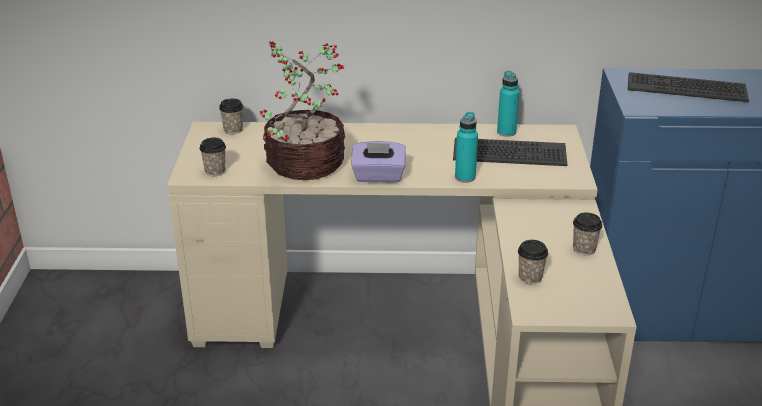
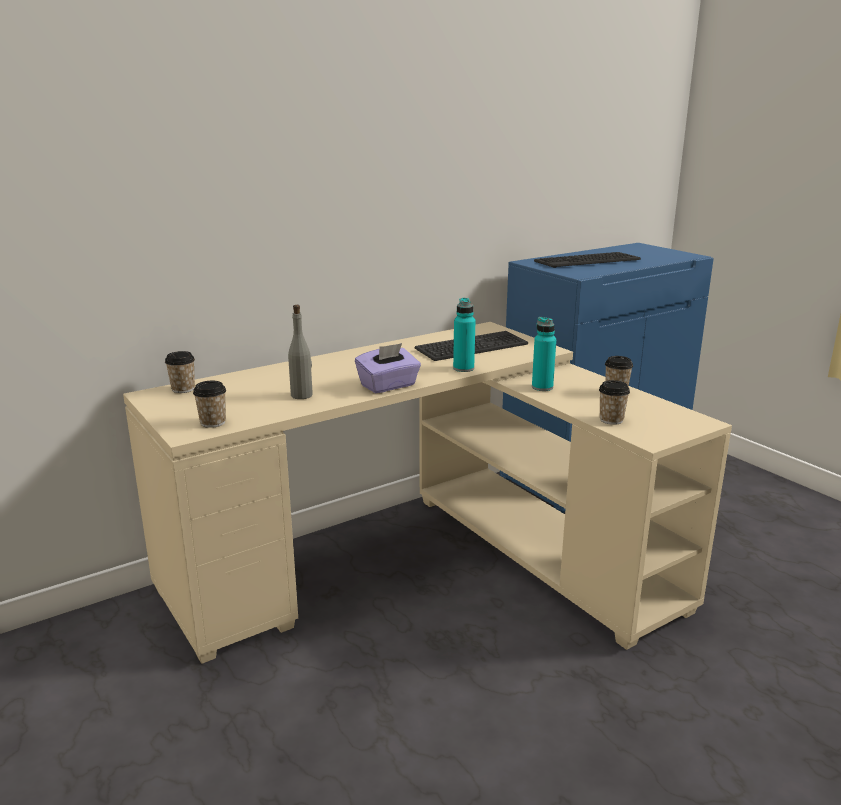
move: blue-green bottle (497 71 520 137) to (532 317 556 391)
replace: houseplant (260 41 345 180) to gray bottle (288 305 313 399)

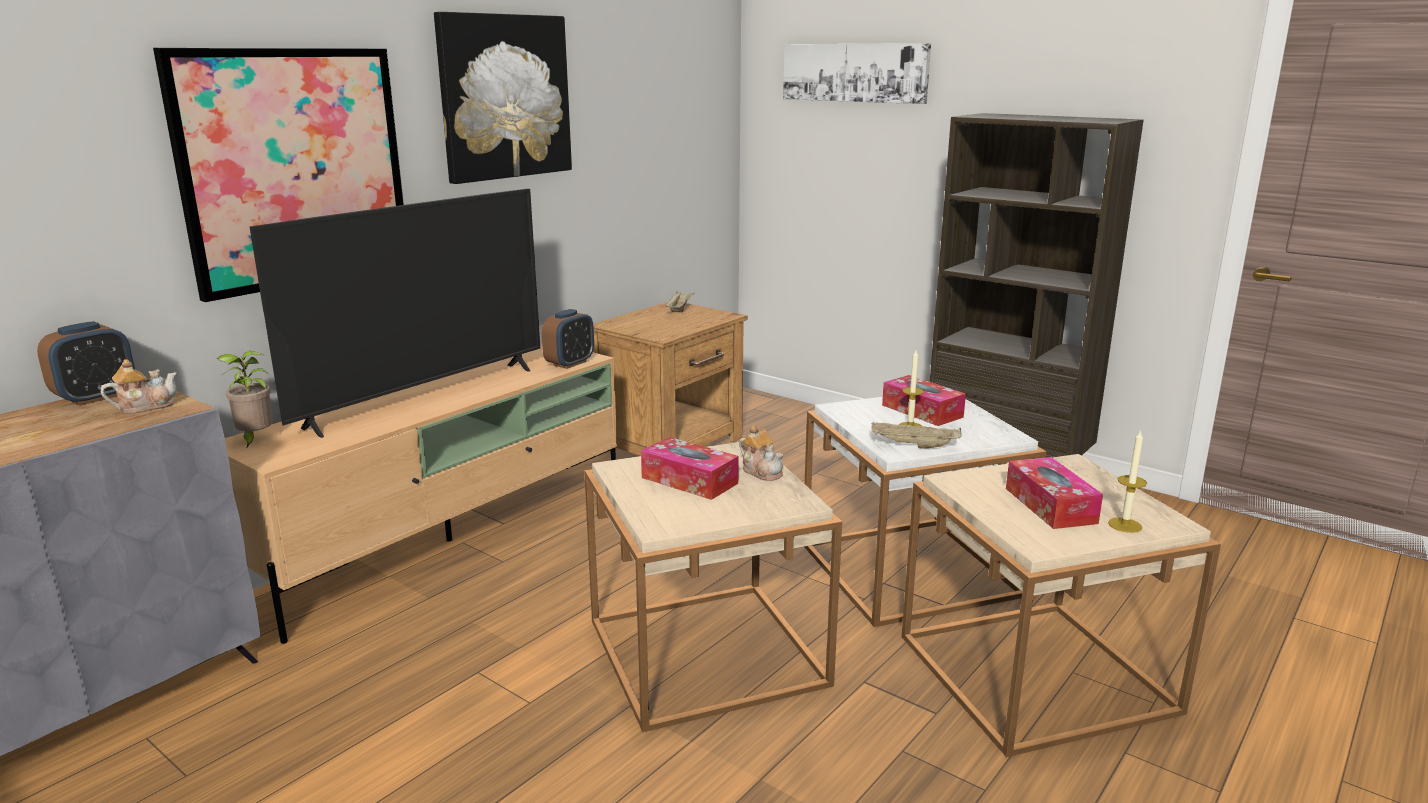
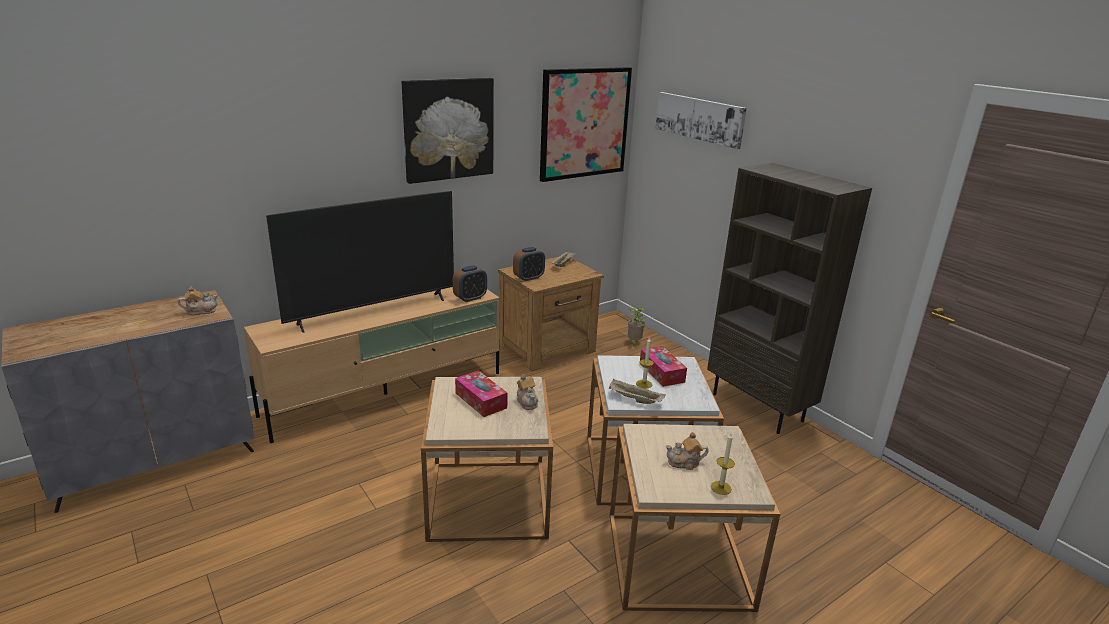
move: picture (153 48 404 302) to (540 67 632 182); table clock (37 321 135 406) to (513 247 545 281); houseplant (217 351 273 449) to (628 307 646 347)
replace: tissue holder (1006 457 1103 529) to pot for tea (665 432 709 470)

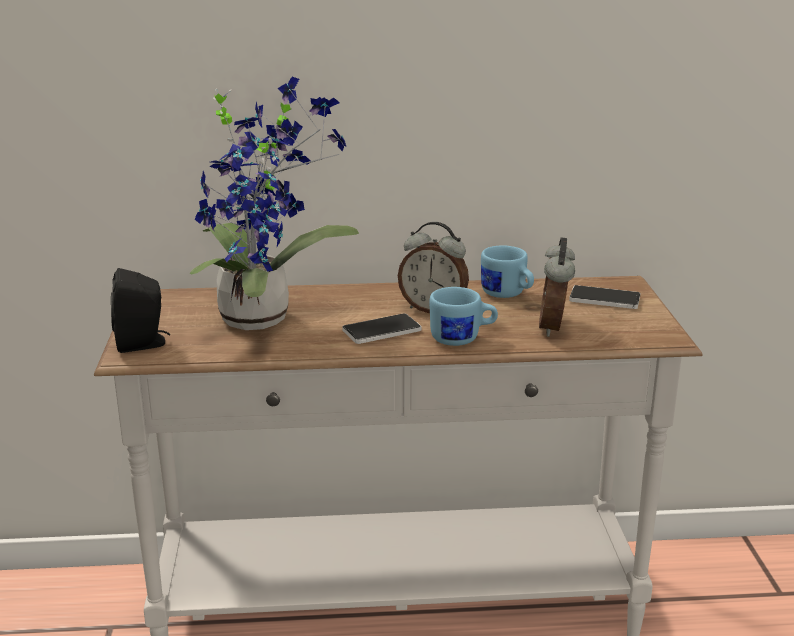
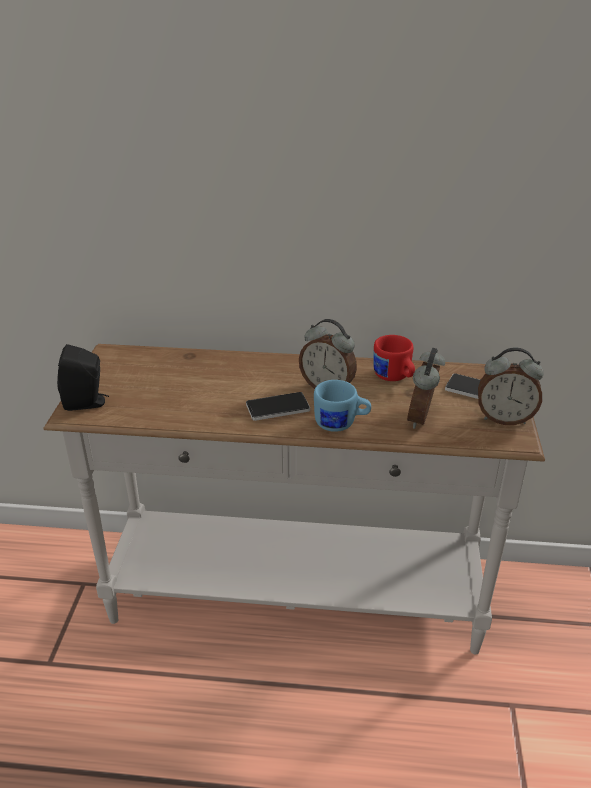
delete: houseplant (189 77 359 330)
insert: table clock (478 348 544 425)
recolor: bluish mug (481 245 534 298) to red-coloured mug (373 335 415 381)

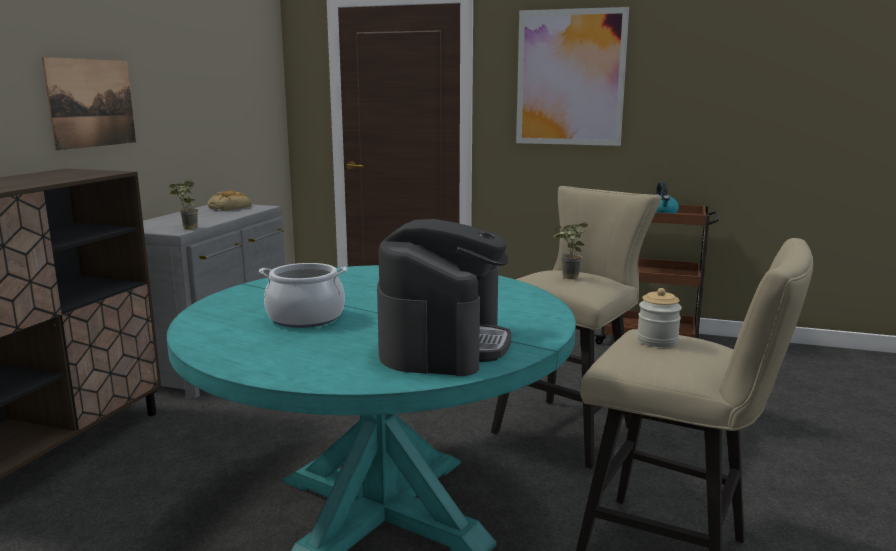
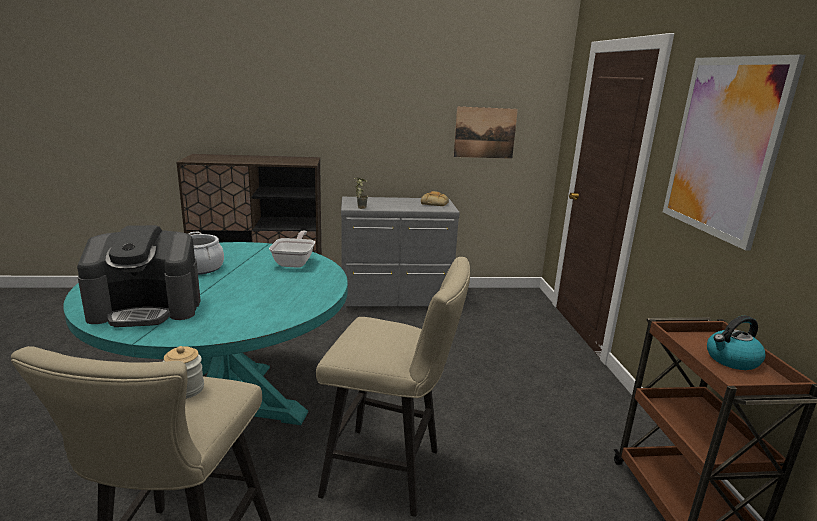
delete: houseplant (553 222 588 279)
insert: frying pan (269 231 315 268)
move: picture (42 57 136 151) to (454 107 518 159)

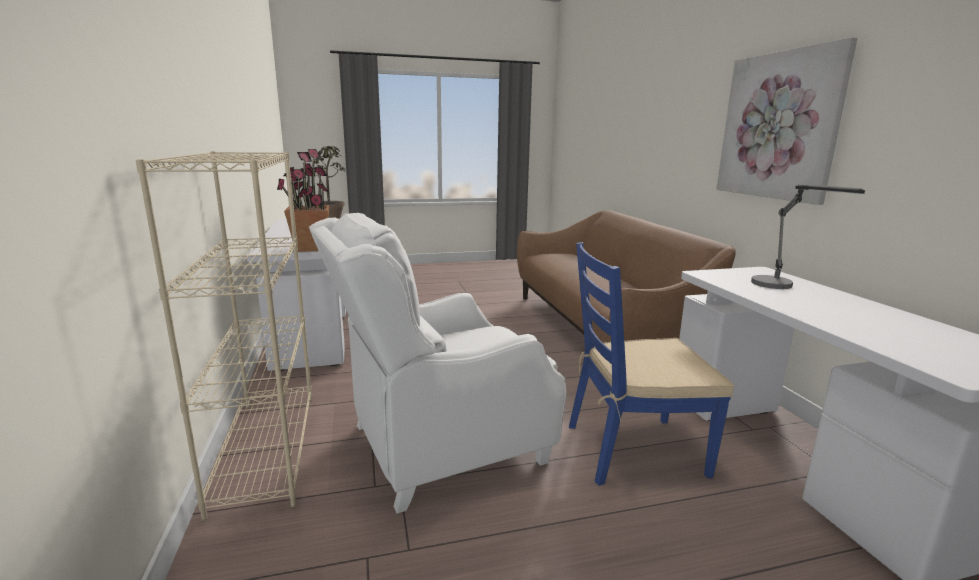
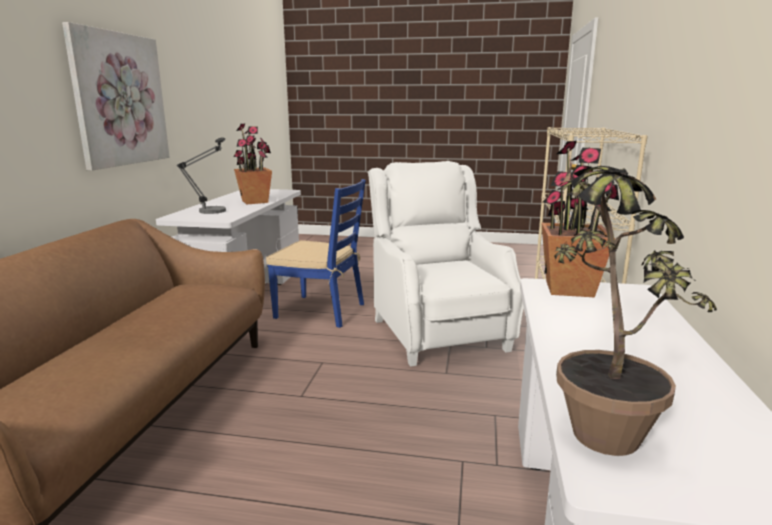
insert: houseplant (233 123 272 204)
rotate: white-coloured lounge chair (309 213 567 514) = (367 161 524 367) 105 degrees counterclockwise

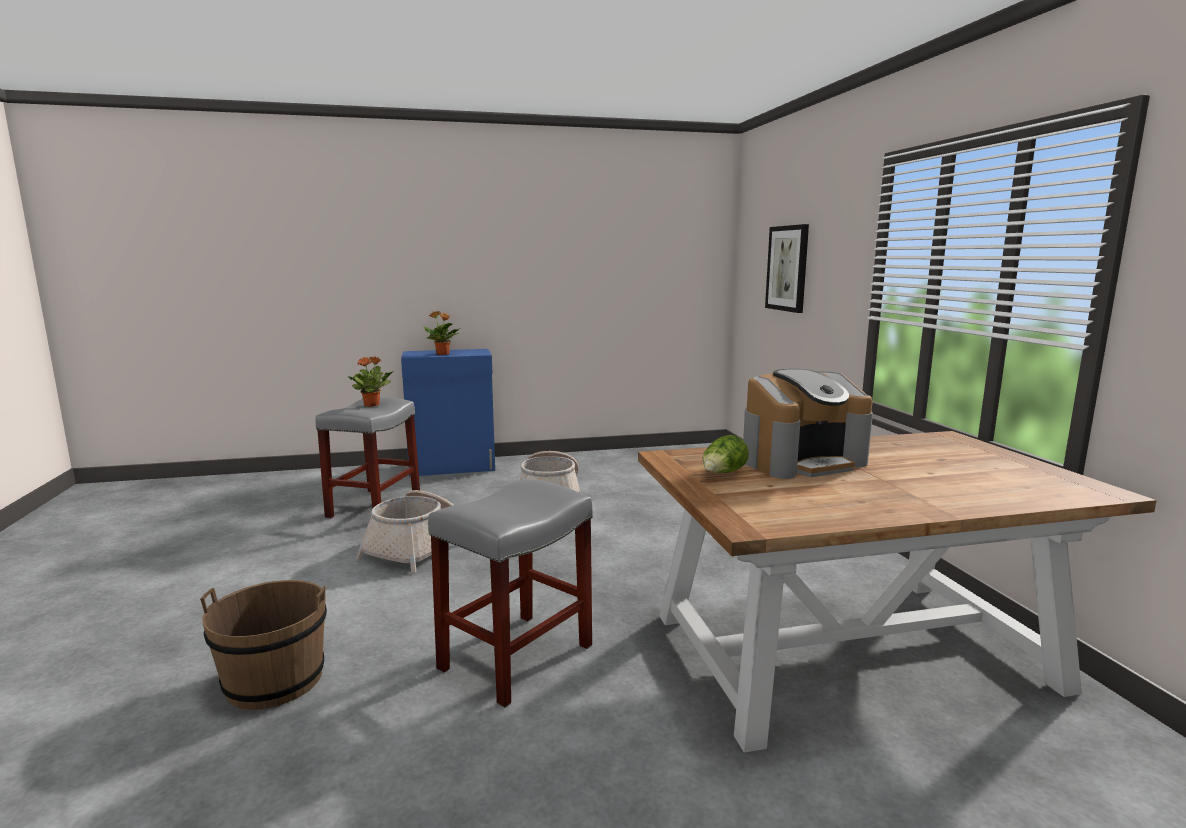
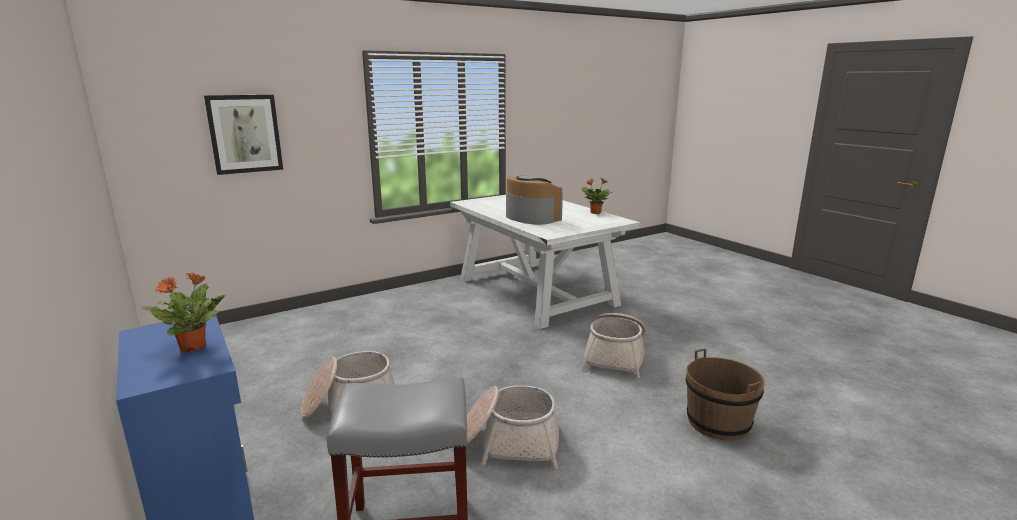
delete: head of lettuce (703 435 749 473)
move: houseplant (347 356 393 407) to (582 177 612 214)
replace: gray sitting stool (428 479 593 708) to basket (581 313 646 378)
recolor: brownish kitchen table (638 431 1157 753) to white-coloured kitchen table (450 195 640 329)

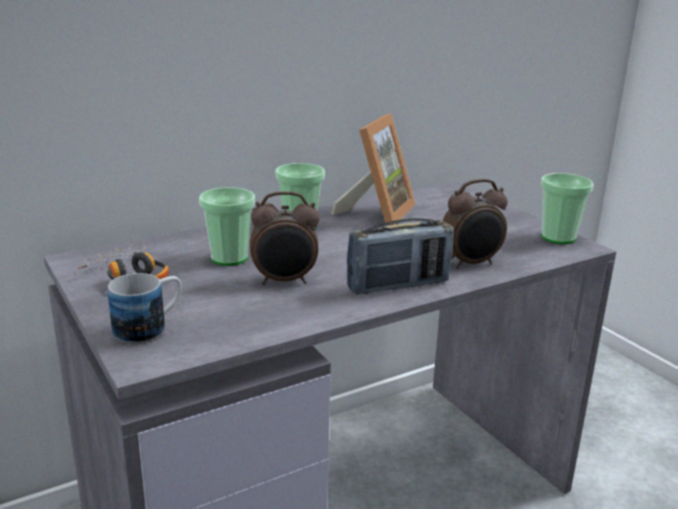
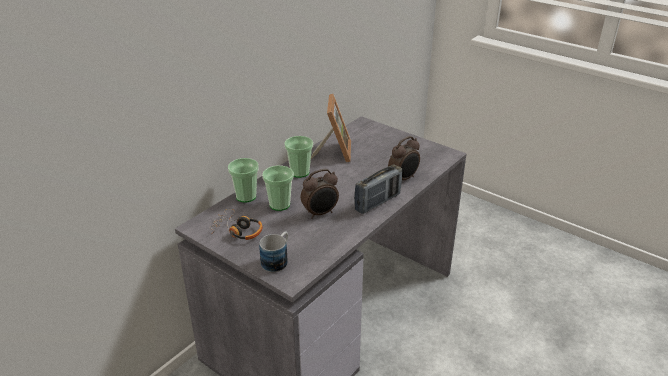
move: drinking cup (541 173 594 244) to (228 158 259 203)

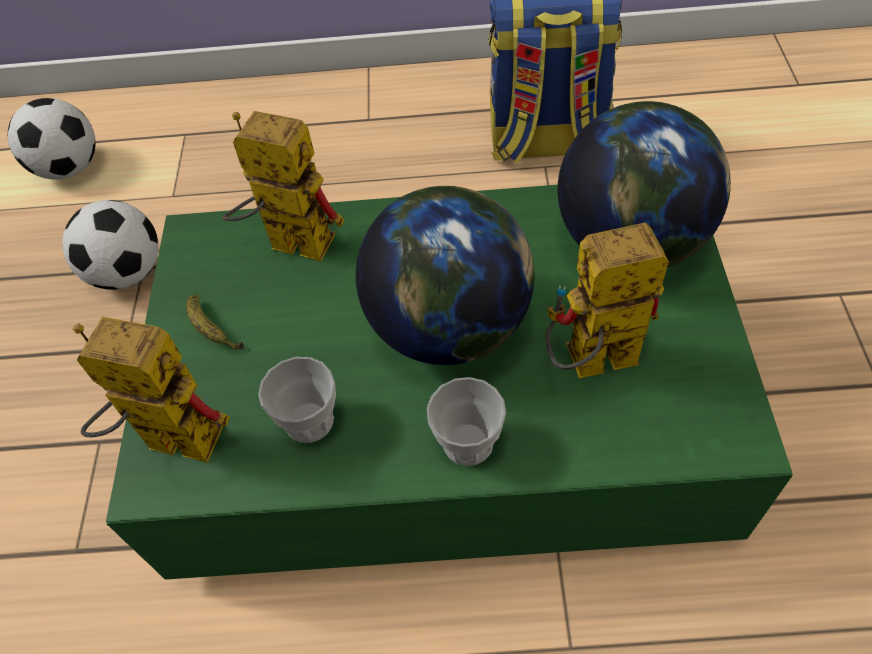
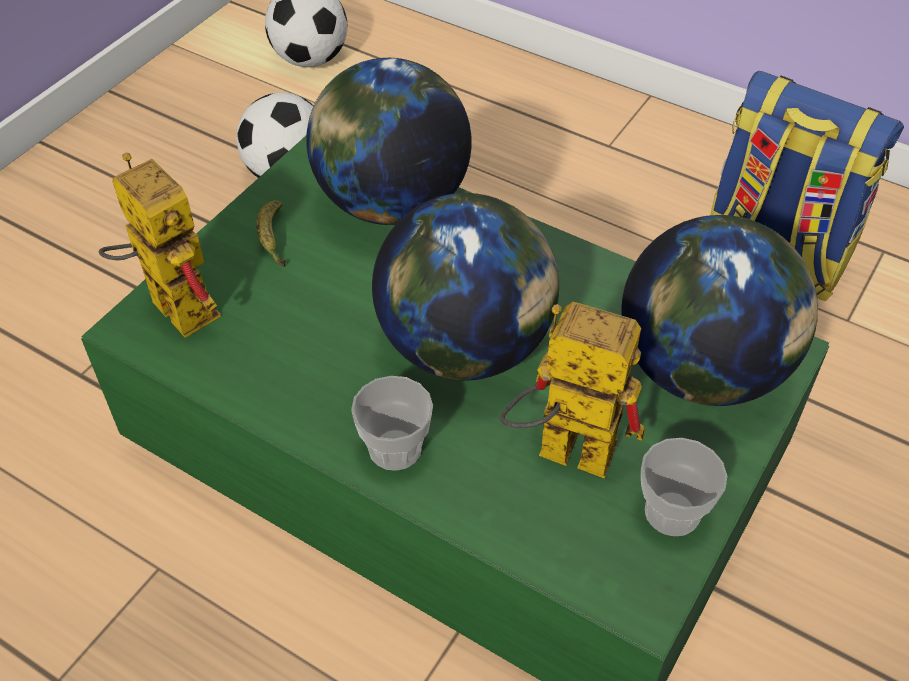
move: drinking cup (258 357 336 443) to (641 438 727 536)
replace: model robot (223 111 344 262) to desk globe (306 58 472 225)

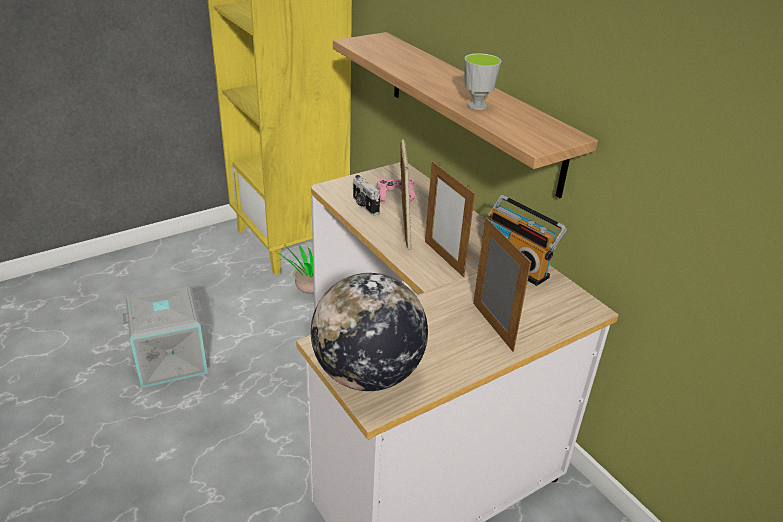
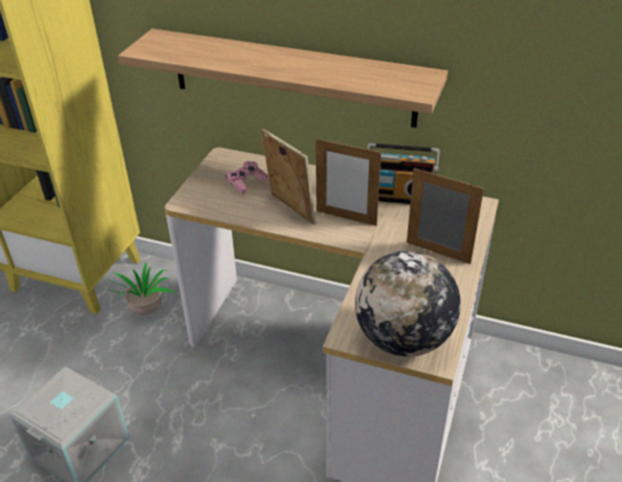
delete: drinking cup (464 53 501 110); still camera (353 175 380 215)

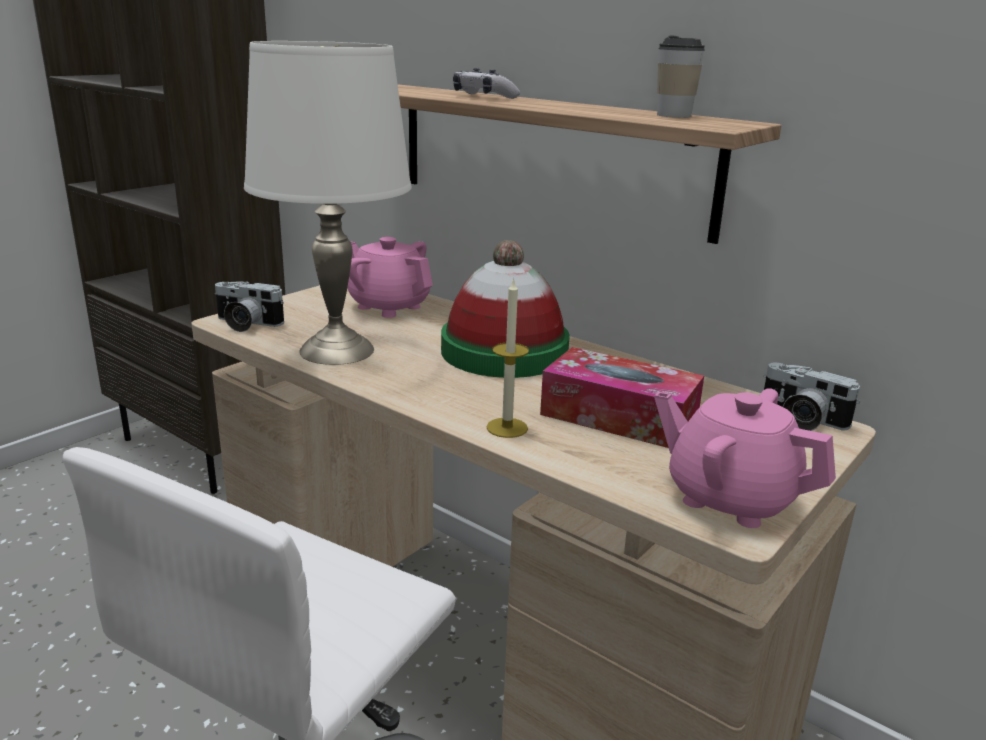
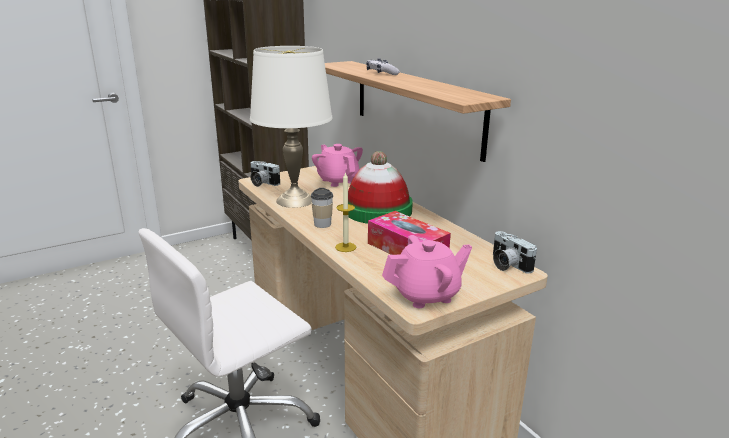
move: drinking cup (657 36 705 118) to (311 188 333 228)
rotate: pinkish pot for tea (654 388 836 528) = (382 235 472 308) 105 degrees clockwise

